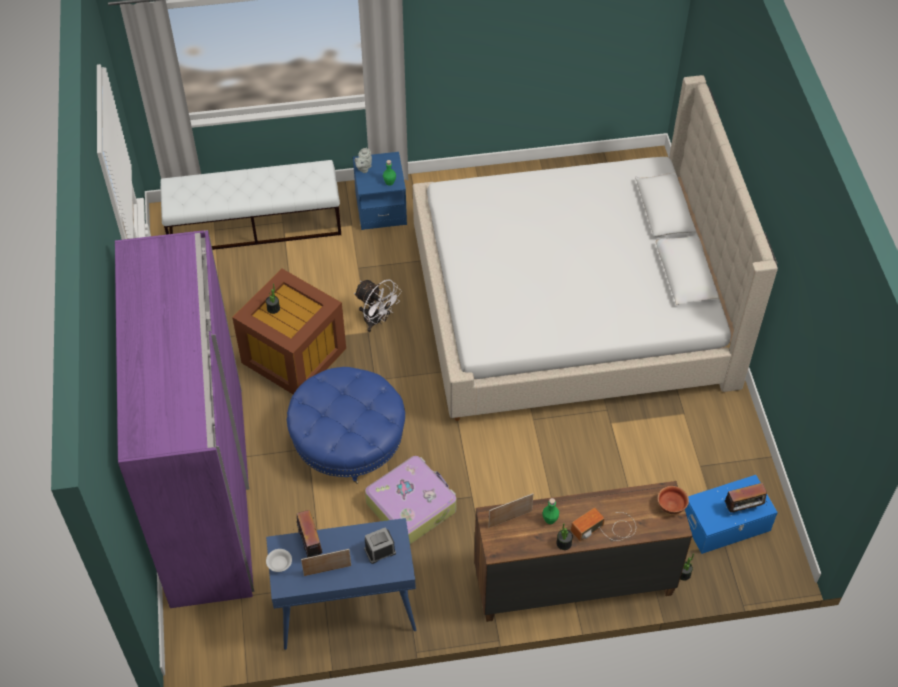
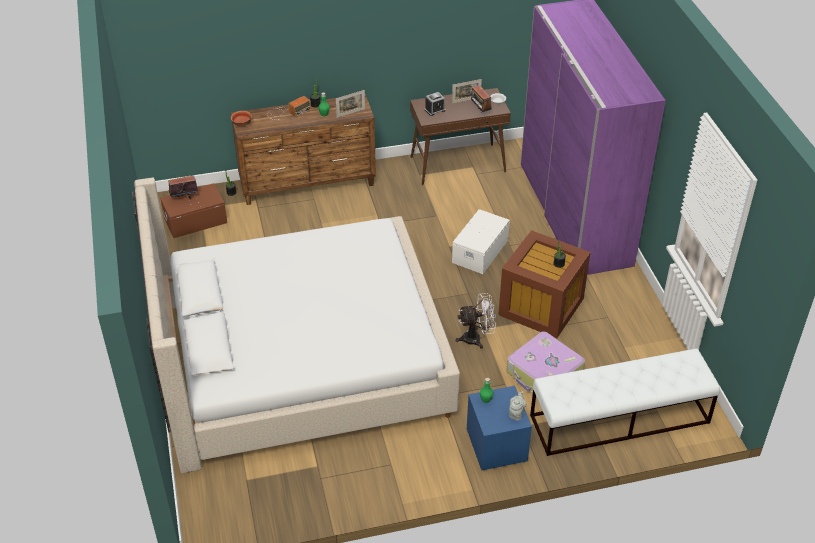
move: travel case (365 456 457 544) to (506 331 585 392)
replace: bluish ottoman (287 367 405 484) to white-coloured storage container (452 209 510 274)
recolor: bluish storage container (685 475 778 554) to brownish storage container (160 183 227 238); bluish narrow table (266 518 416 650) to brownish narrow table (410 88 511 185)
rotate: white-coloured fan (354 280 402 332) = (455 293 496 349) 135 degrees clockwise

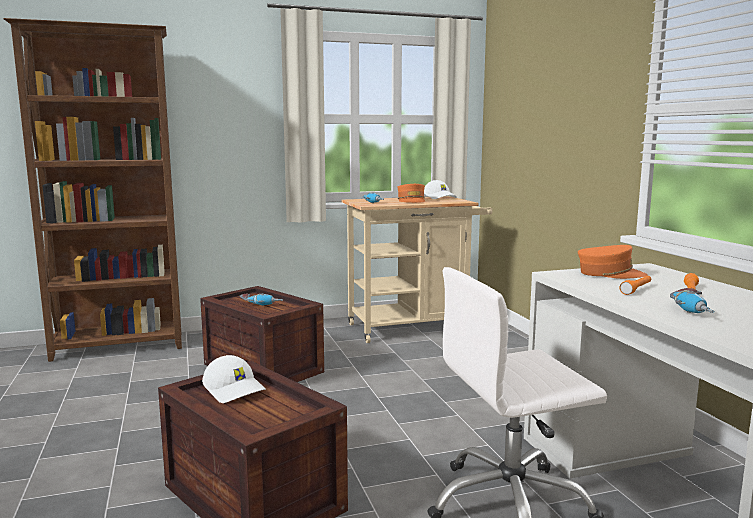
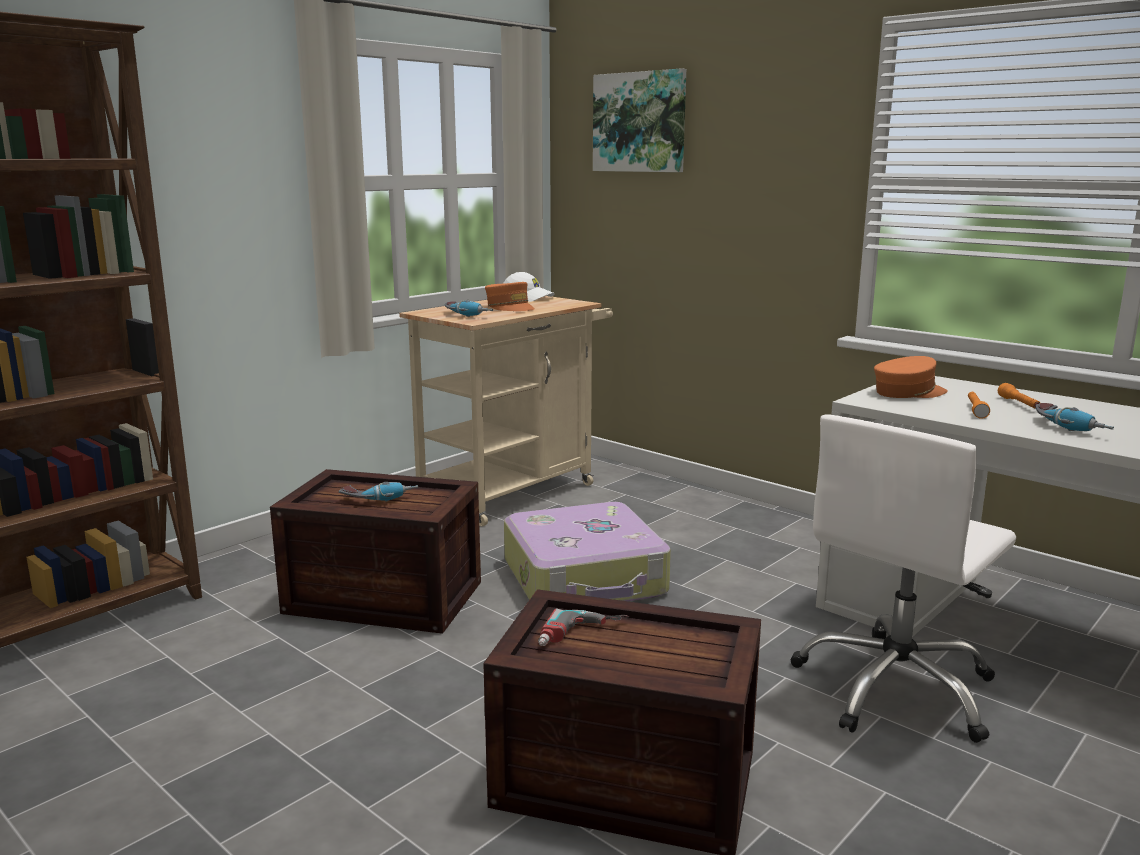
insert: picture (593 68 686 172); travel case (504 502 671 601)
replace: white-coloured cap (202 355 266 403) to electric drill (538 608 629 646)

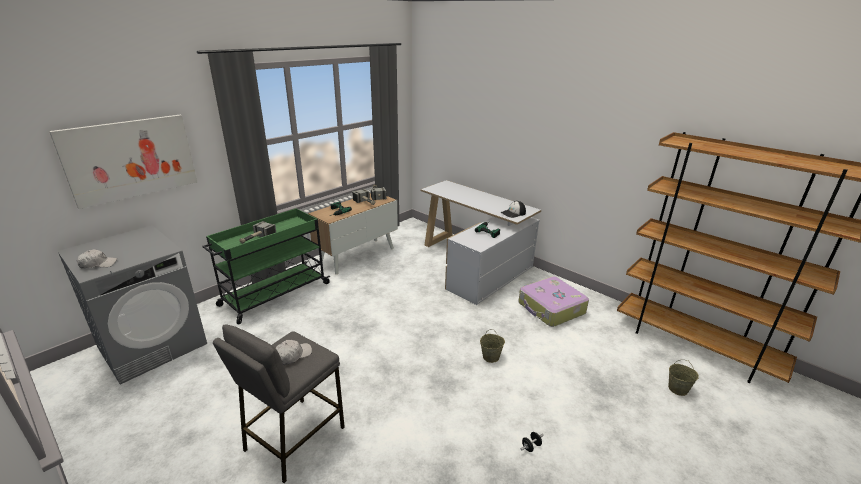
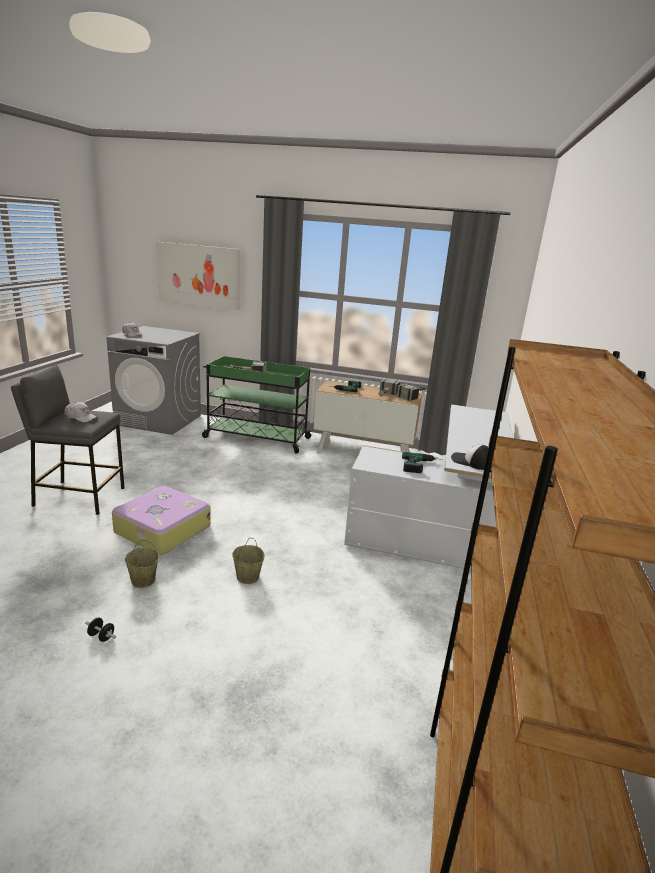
move: travel case (518 277 589 327) to (112 486 211 555); beige-coloured water bucket (668 360 699 396) to (125 540 159 588)

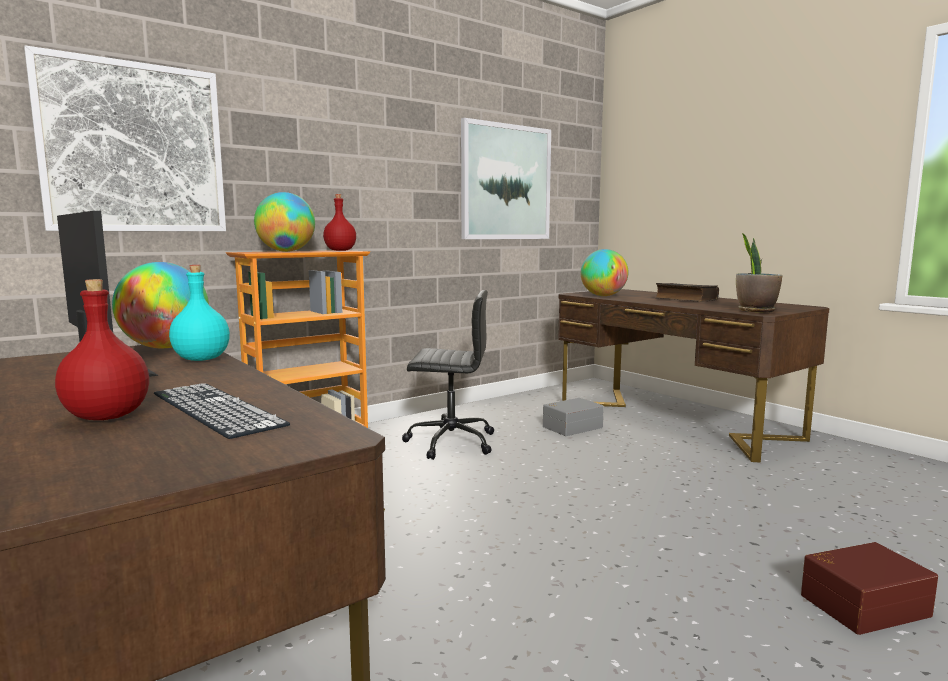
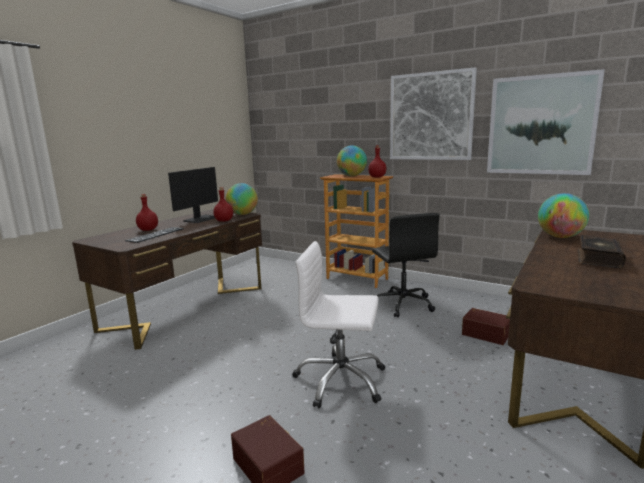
delete: houseplant (736 233 782 313)
insert: white-coloured computer chair (292 241 385 408)
move: picture (24 45 226 231) to (390 67 477 160)
recolor: blue-green bottle (169 265 230 361) to red-coloured bottle (213 187 233 222); gray storage container (543 398 604 436) to brownish storage container (462 308 510 345)

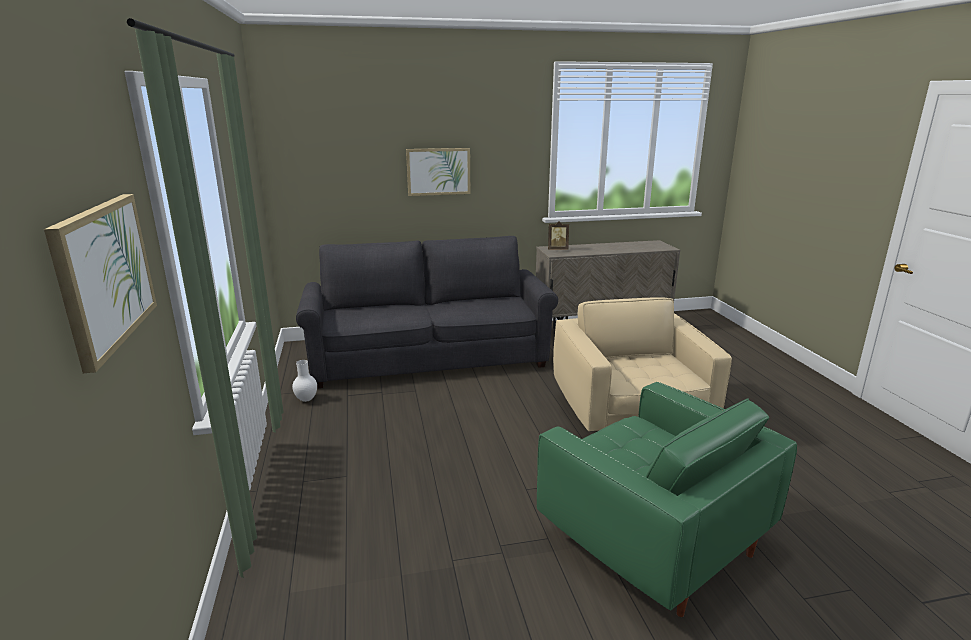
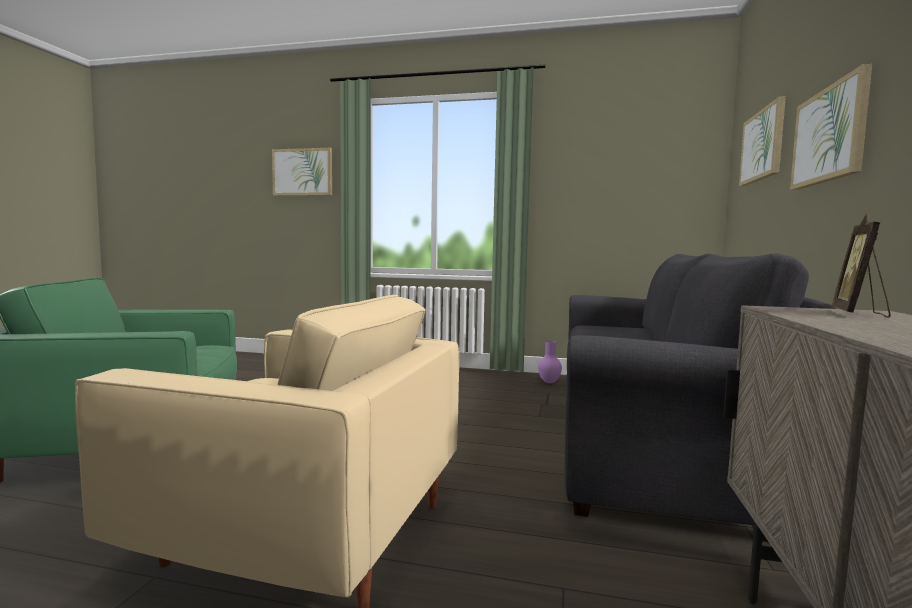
insert: picture (739 96 786 186)
recolor: white-coloured flower vase (292 360 317 402) to purple flower vase (538 341 562 383)

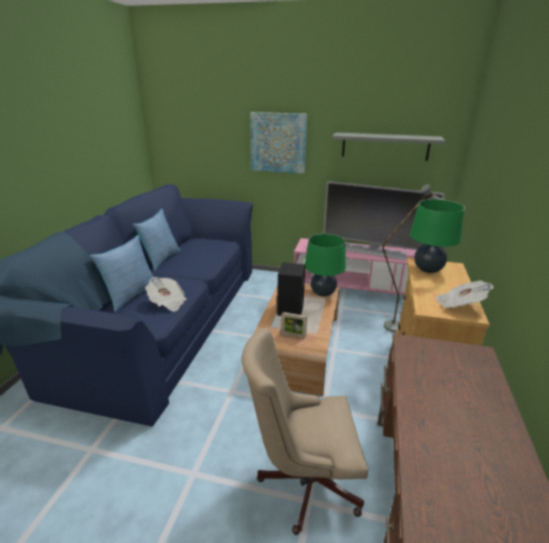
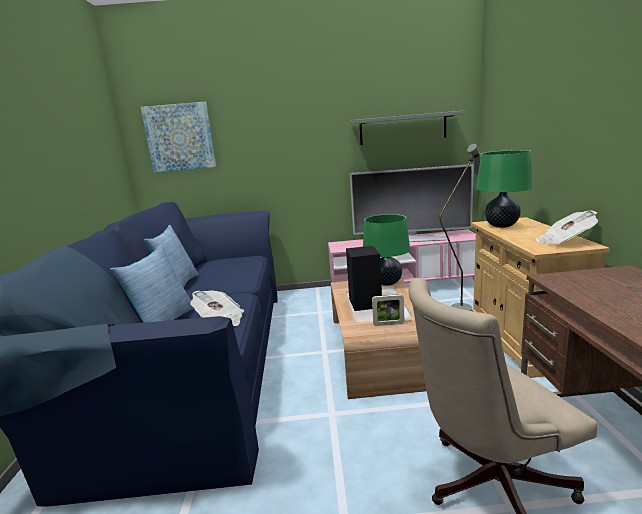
move: picture (250 112 307 173) to (141 102 216 172)

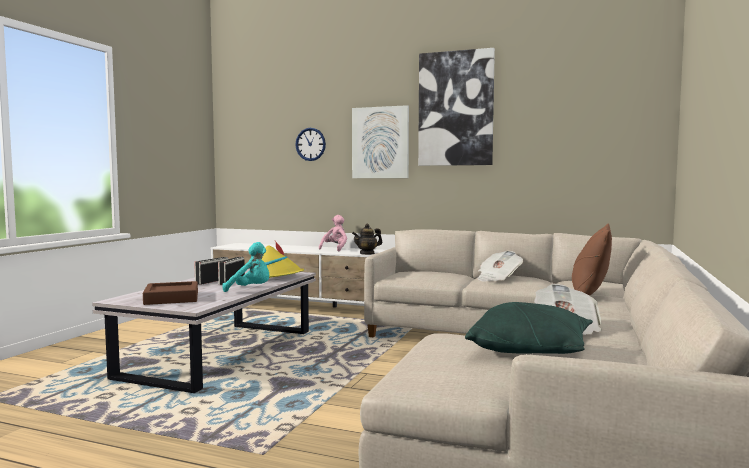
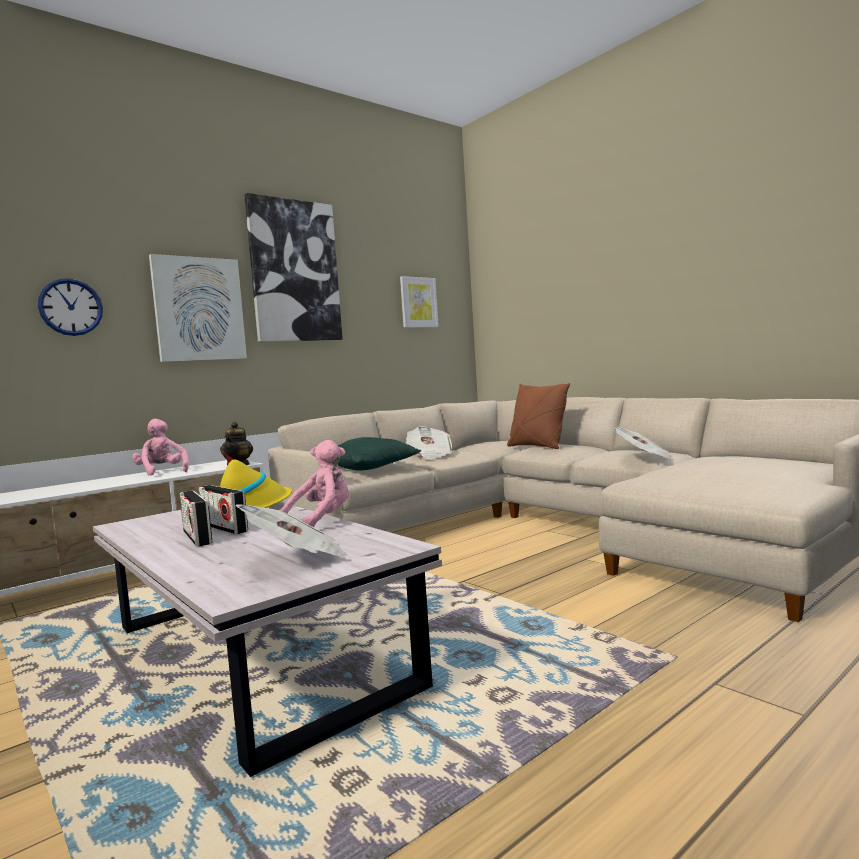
insert: picture (400 276 439 327)
move: green throw pillow (465 302 593 354) to (338 437 421 470)
replace: brownish serving tray (143 281 198 305) to printed paper (236 504 351 558)
recolor: blue-green plush toy (222 242 269 292) to pinkish plush toy (280 440 349 527)

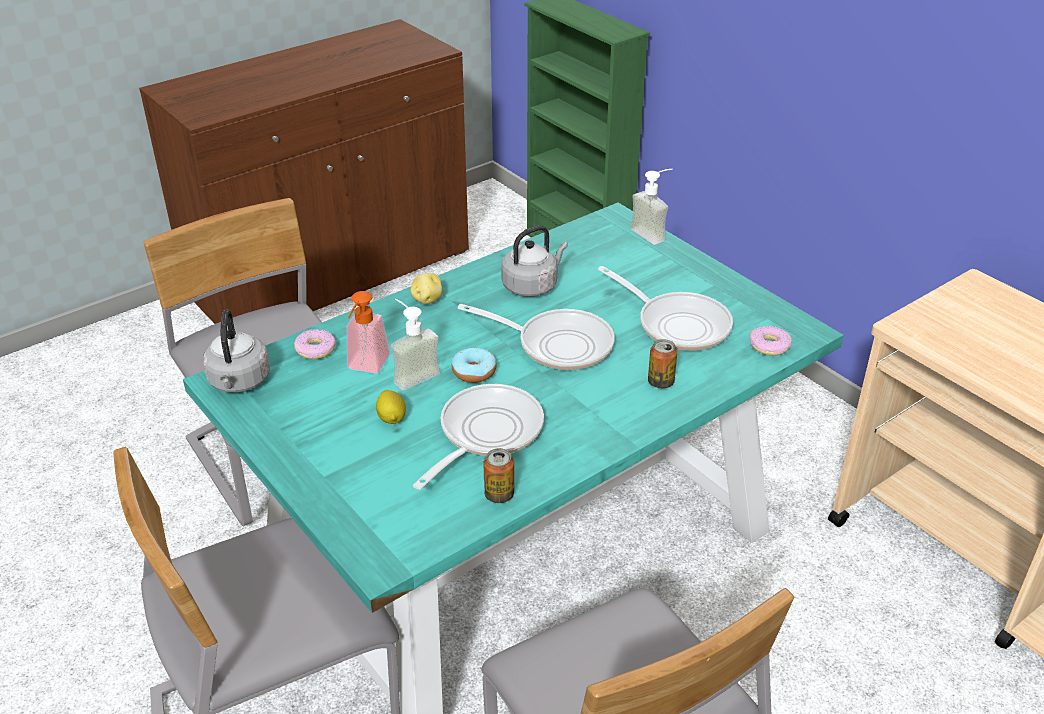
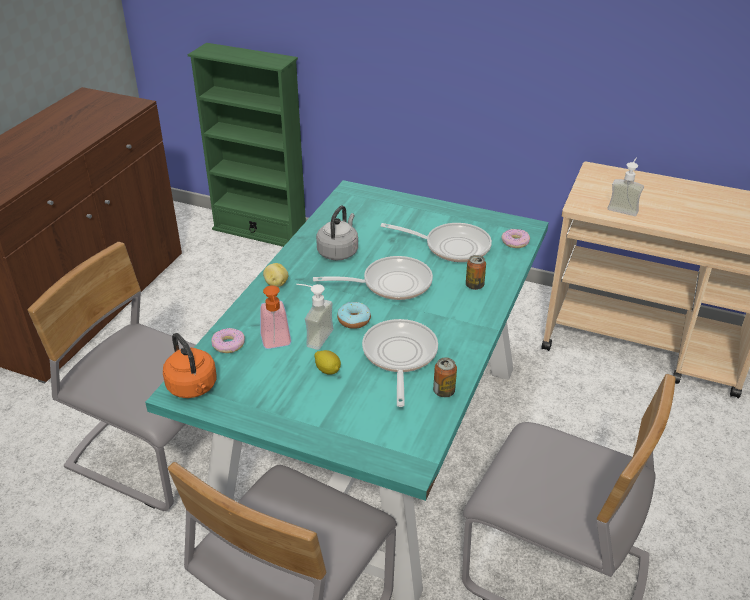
move: liquid soap bottle (630 169 672 245) to (607 158 644 216)
recolor: gray tea kettle (203 310 270 393) to orangey tea kettle (163 333 217 398)

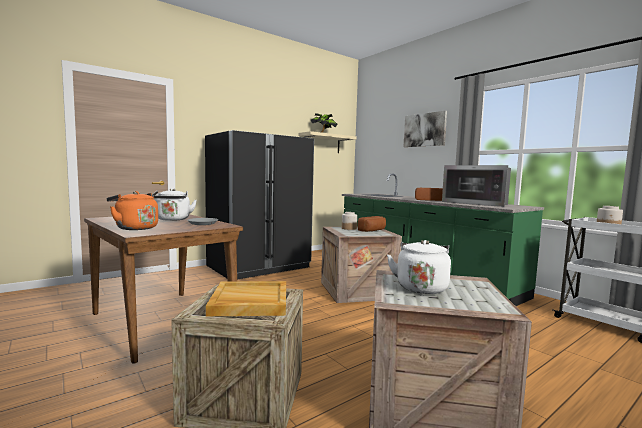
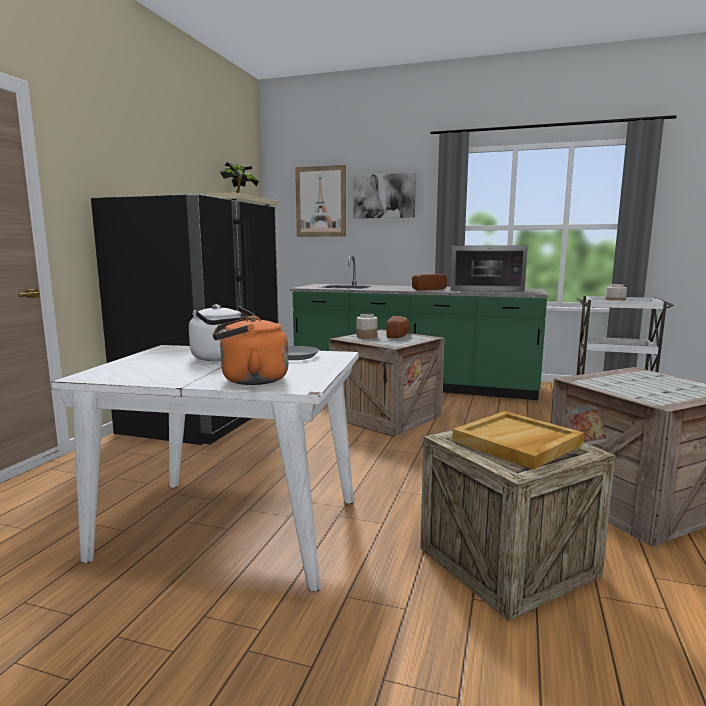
delete: white-coloured tea kettle (387 240 451 294)
insert: picture (295 165 346 237)
recolor: brownish kitchen table (84 214 243 364) to white-coloured kitchen table (51 345 359 591)

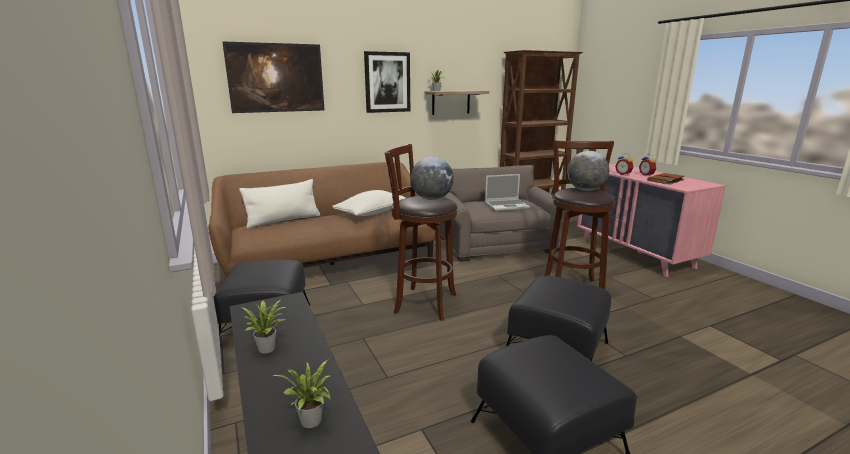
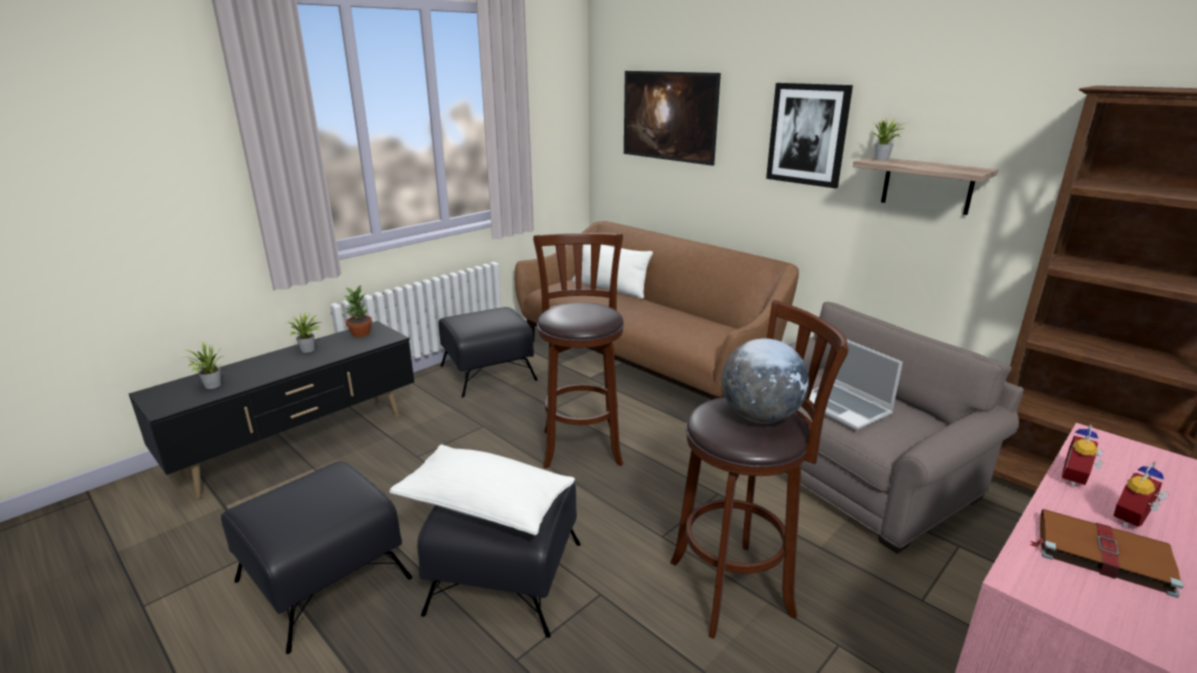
delete: desk globe (411 157 454 200)
insert: houseplant (343 286 372 337)
move: white-coloured throw pillow (332 190 406 216) to (389 444 575 536)

